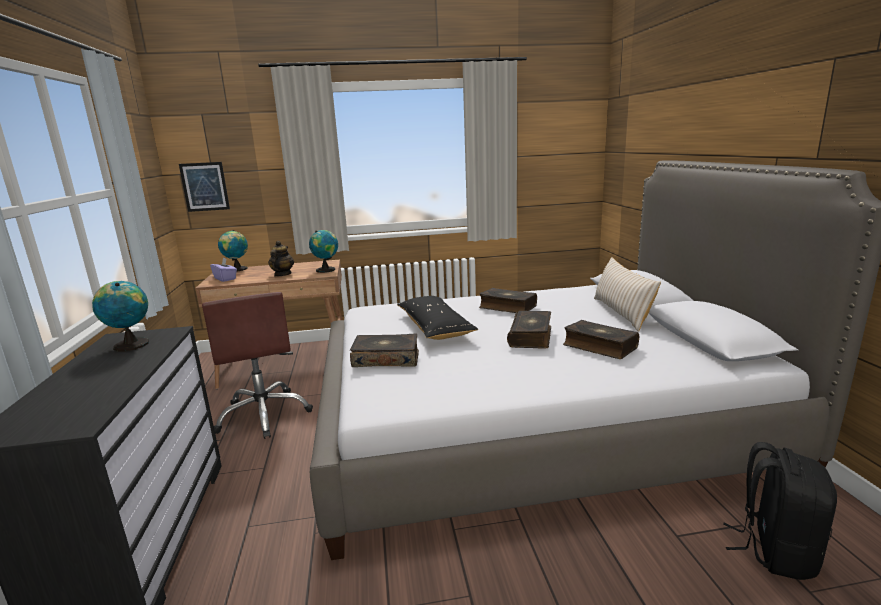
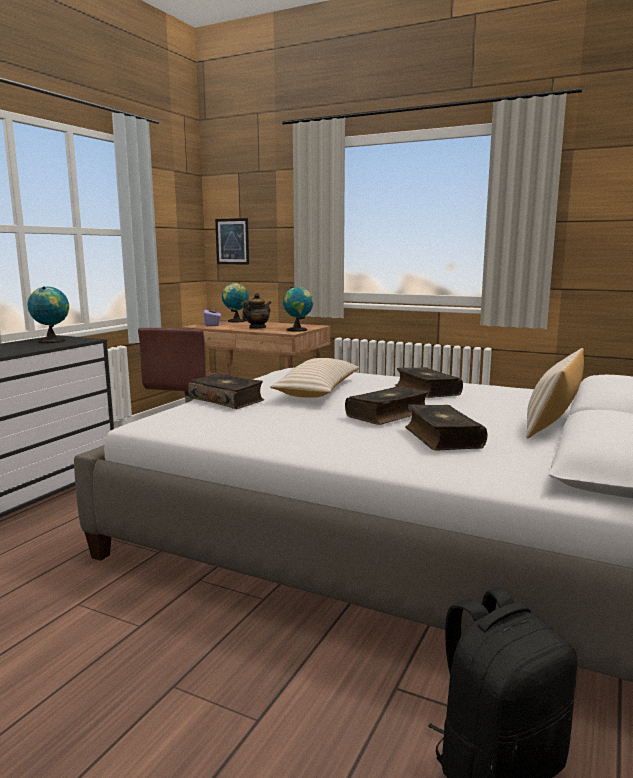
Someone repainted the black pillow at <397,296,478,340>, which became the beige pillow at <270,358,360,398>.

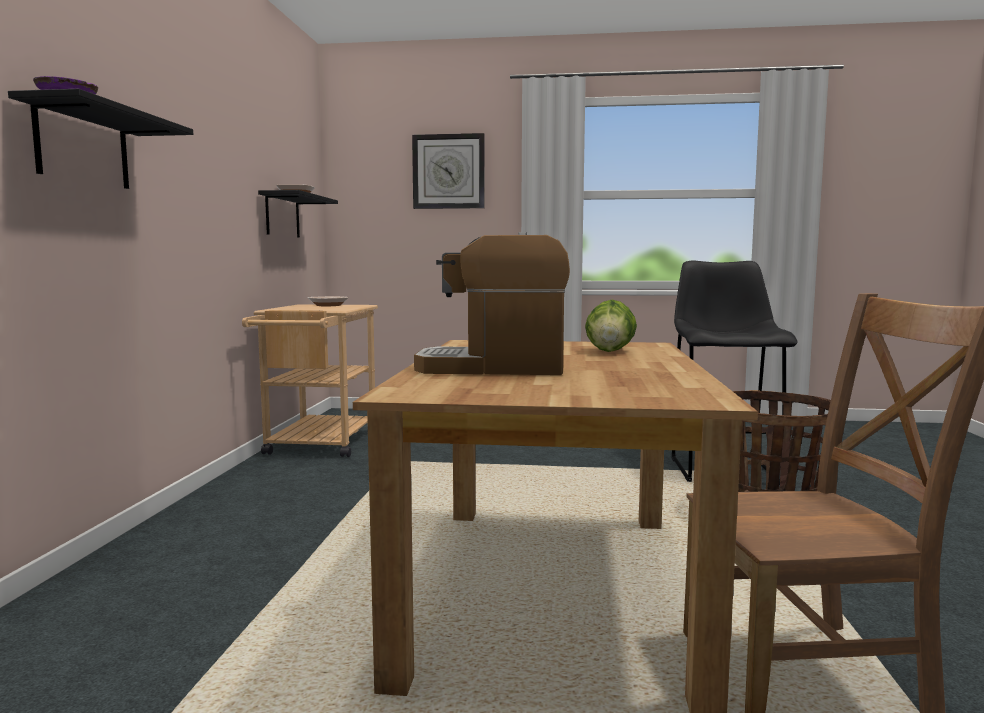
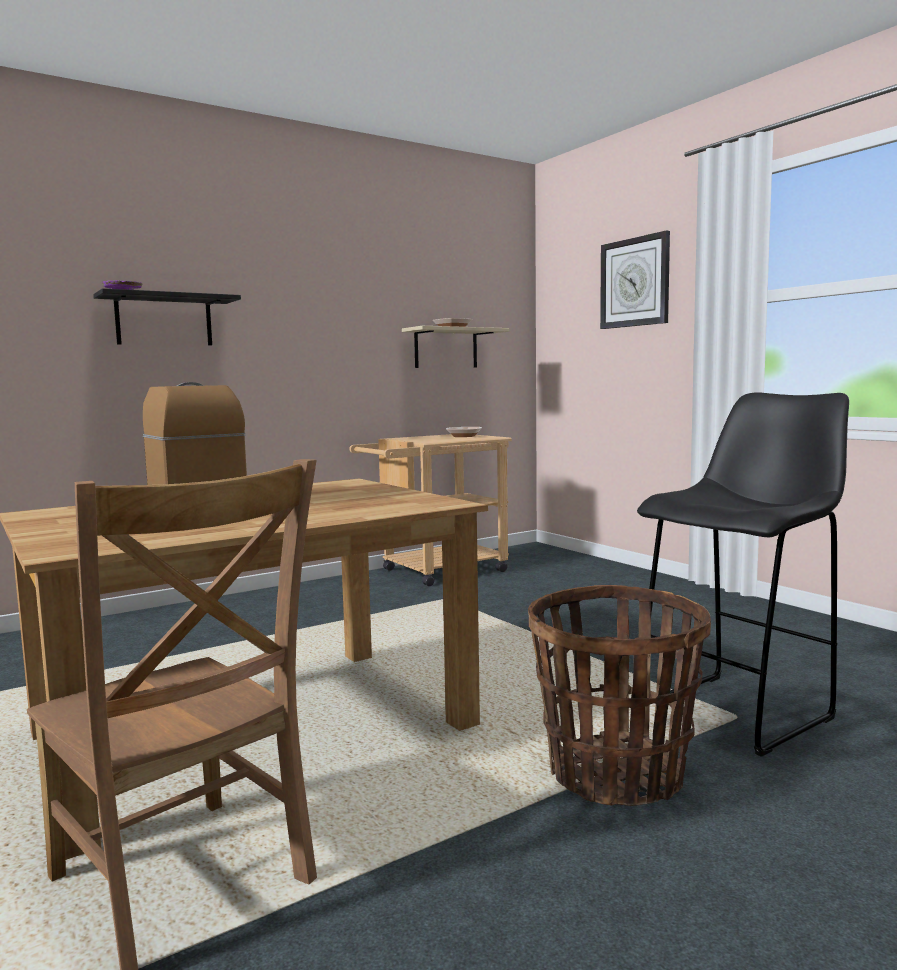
Someone repainted the black shelf at <258,190,338,237>, which became the beige shelf at <402,326,509,368>.
Someone took away the lettuce at <585,300,637,352>.

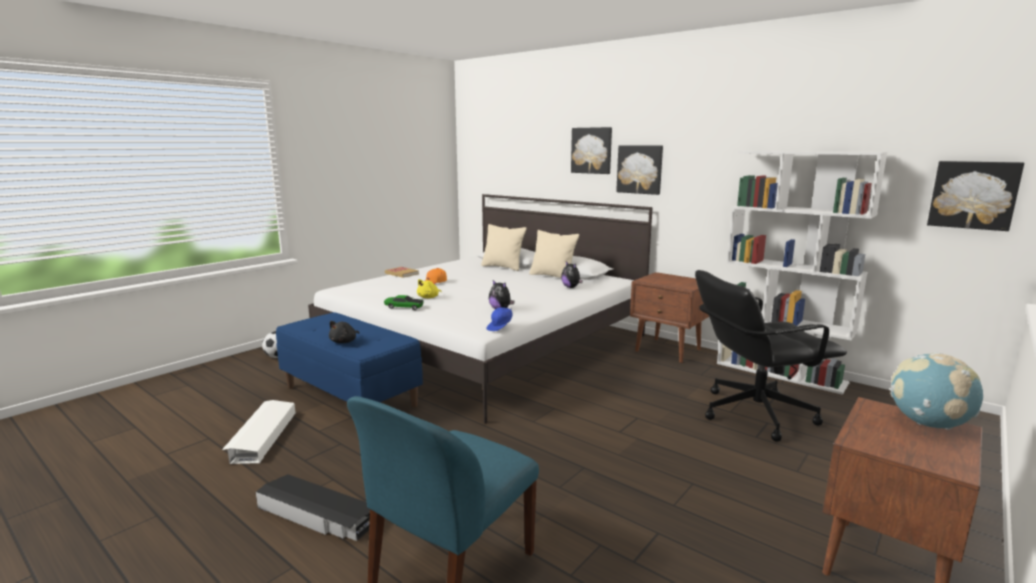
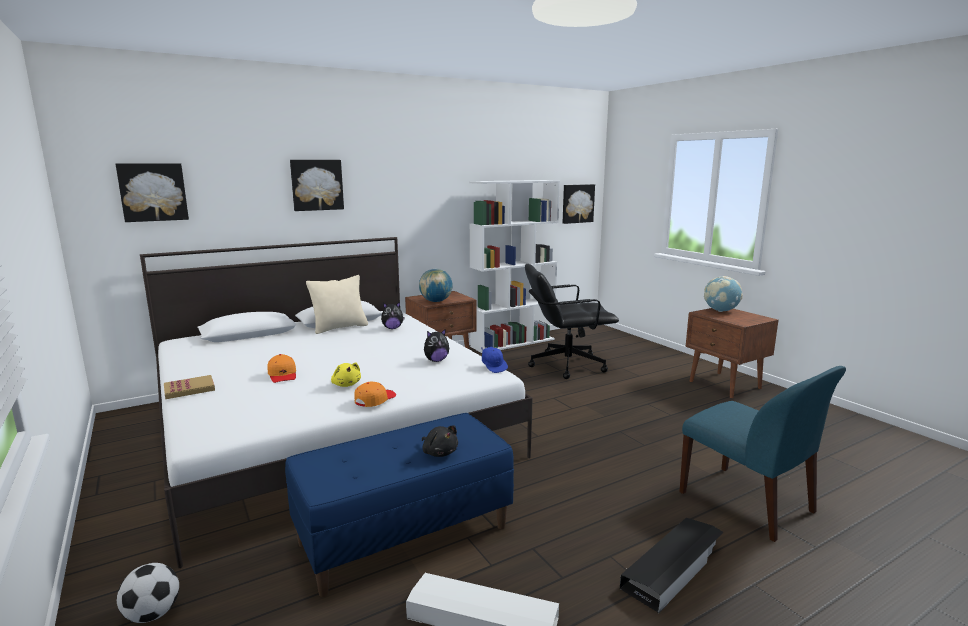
Someone carried the picture from <616,145,663,195> to <115,163,189,222>.
Someone took away the beige pillow at <481,224,527,271>.
Someone rotated the black office chair at <695,270,847,442> by 75 degrees clockwise.
Someone swapped the toy car at <384,295,424,310> for the orange cap at <355,382,396,407>.
Someone put down the globe at <419,269,453,302>.

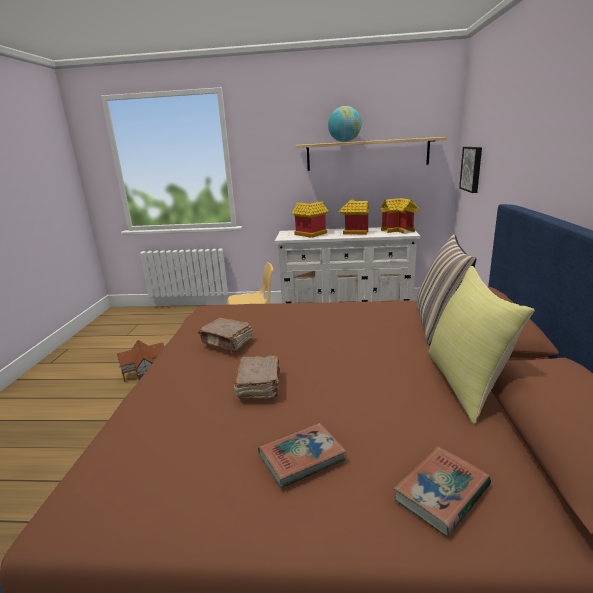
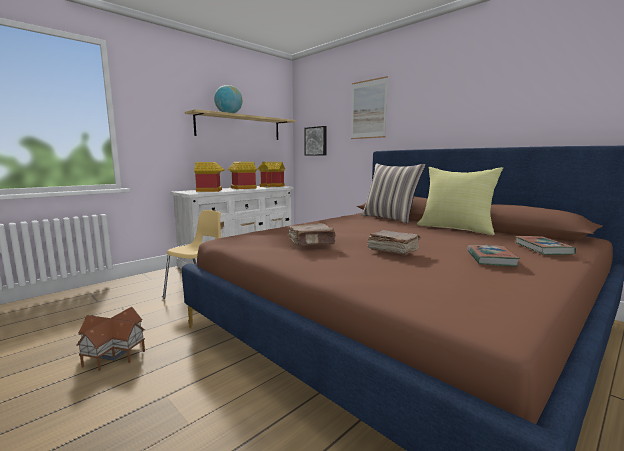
Someone put up the picture at <351,76,388,139>.

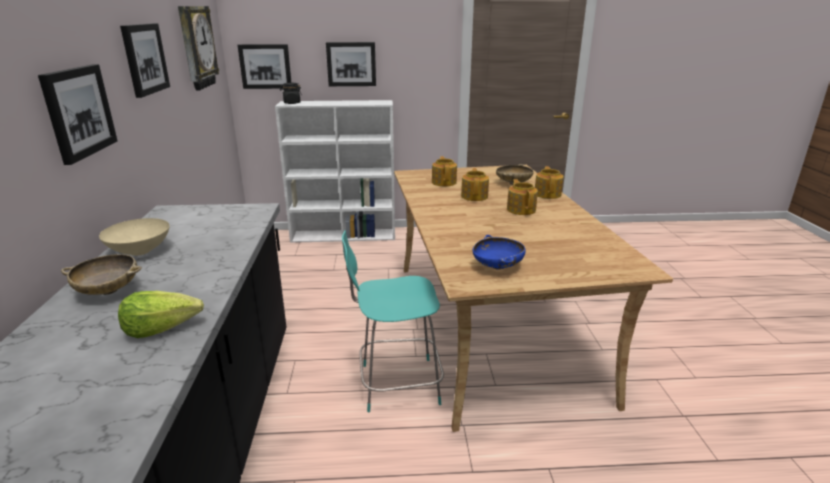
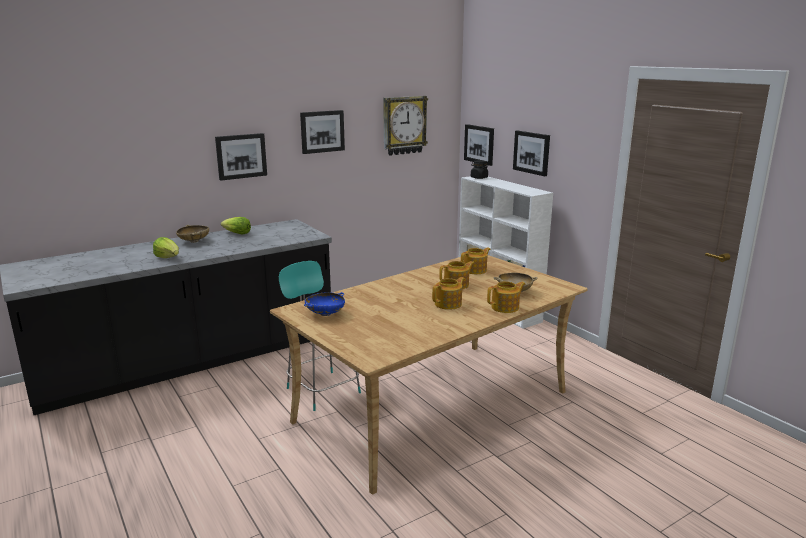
Someone swapped the beige bowl at <99,218,170,256> for the lettuce at <221,217,251,234>.

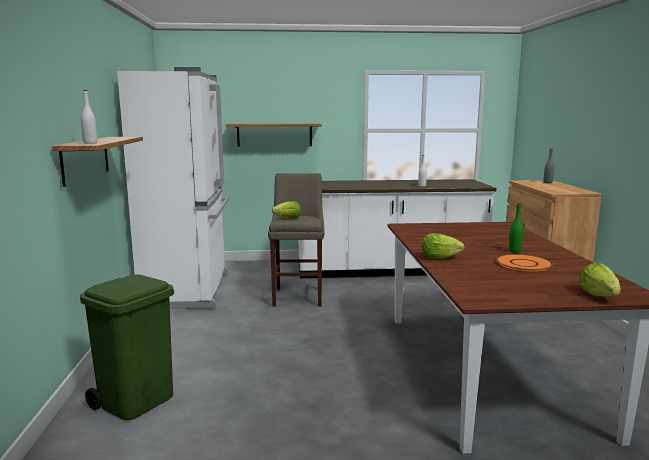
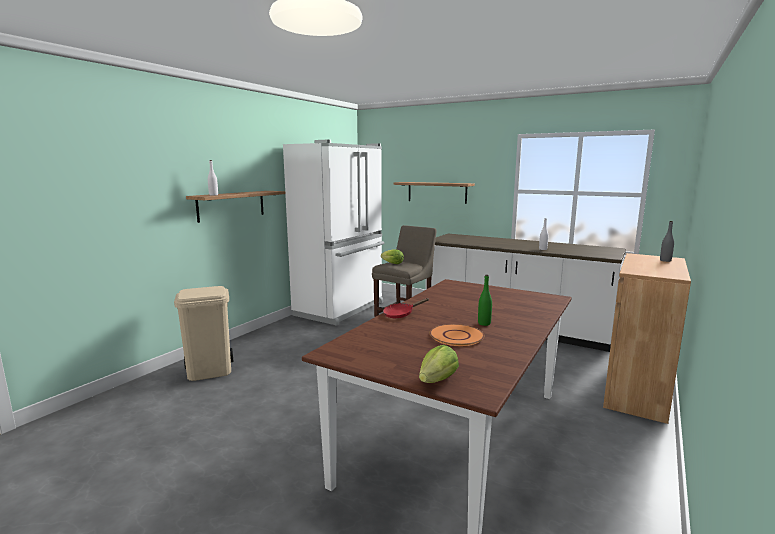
Someone swapped the lettuce at <422,233,464,259> for the red frying pan at <383,298,429,318>.
Someone repainted the green trash can at <80,275,174,420>, which became the beige trash can at <174,286,233,381>.

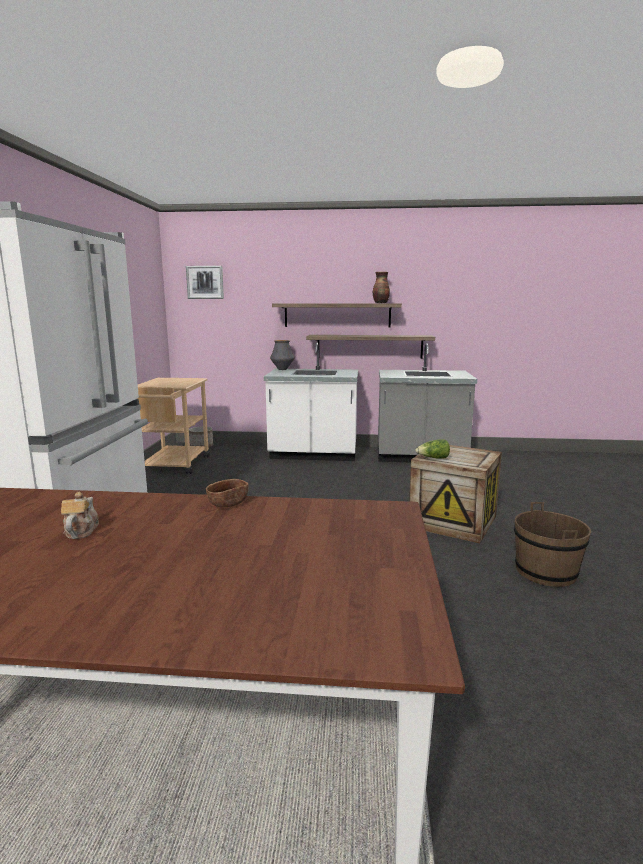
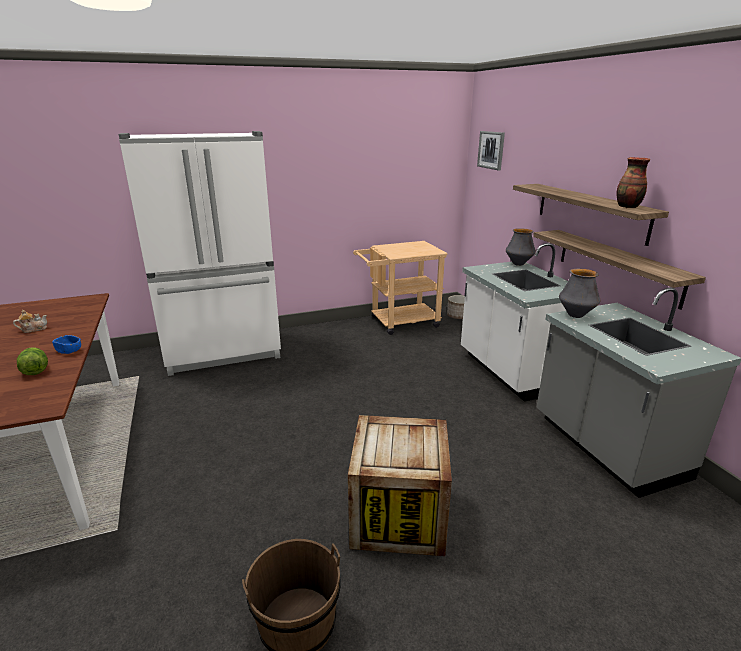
Someone carried the lettuce from <415,439,450,459> to <17,347,48,375>.
Someone repainted the brown bowl at <206,479,249,507>, which became the blue bowl at <52,335,81,354>.
Someone put down the vase at <559,269,600,318>.

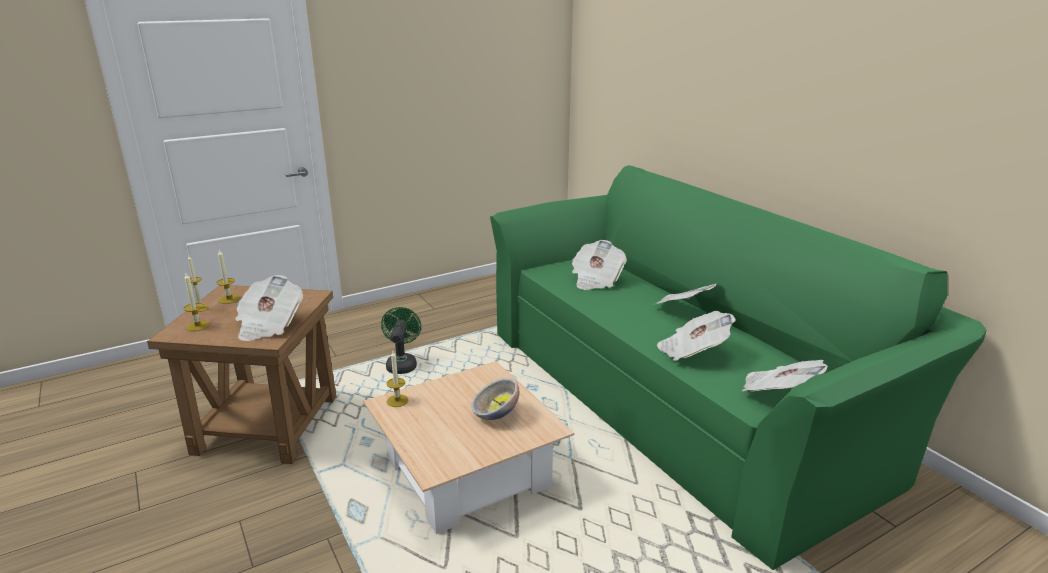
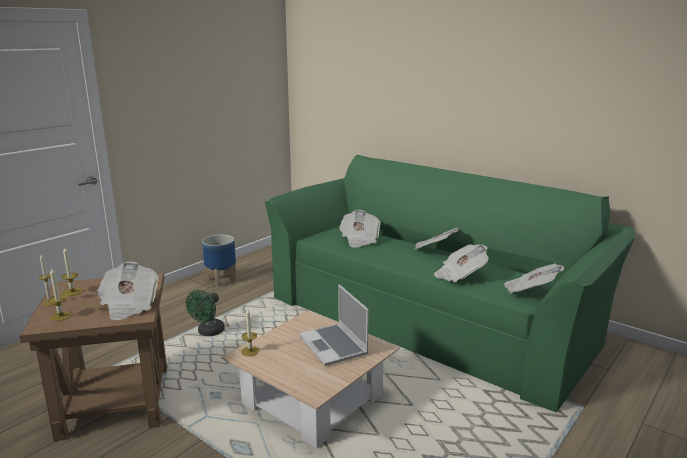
Someone rotated the green fan at <381,307,421,374> by 135 degrees counterclockwise.
Someone swapped the bowl at <471,378,519,420> for the laptop at <299,284,369,366>.
Someone put down the planter at <202,234,237,287>.

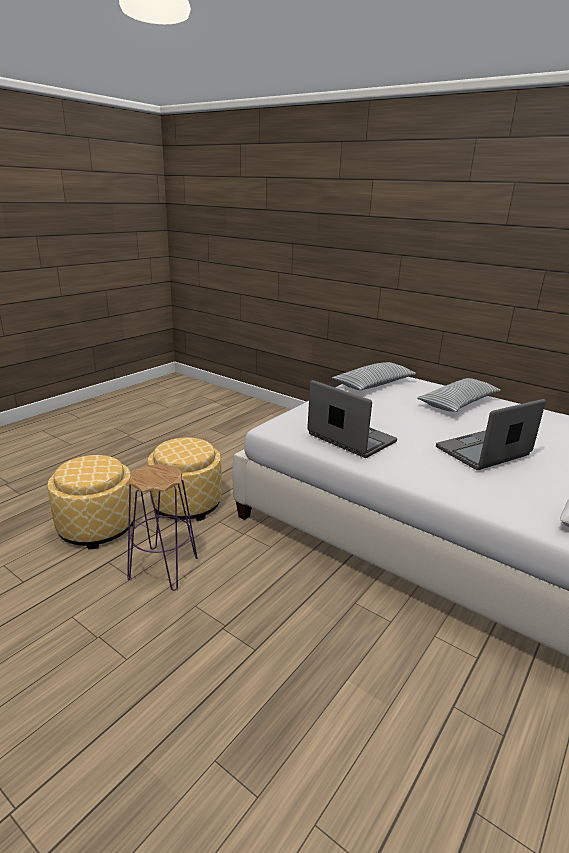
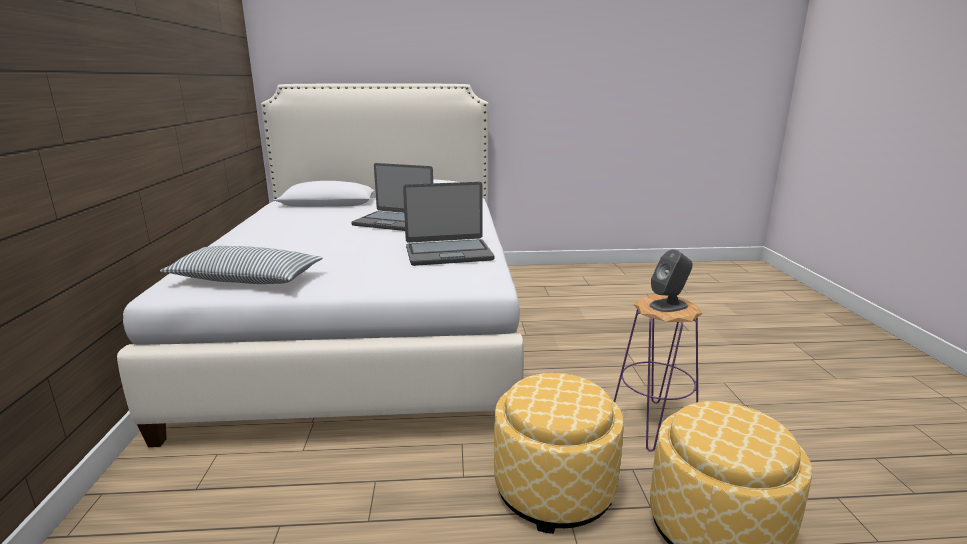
Someone took away the pillow at <417,378,501,412>.
Someone rotated the laptop at <307,380,397,458> by 105 degrees counterclockwise.
Someone put down the grey speaker at <649,249,693,312>.

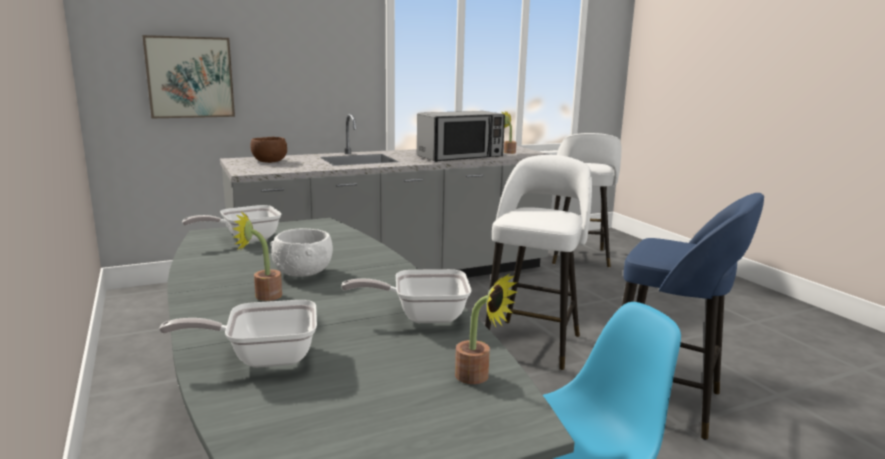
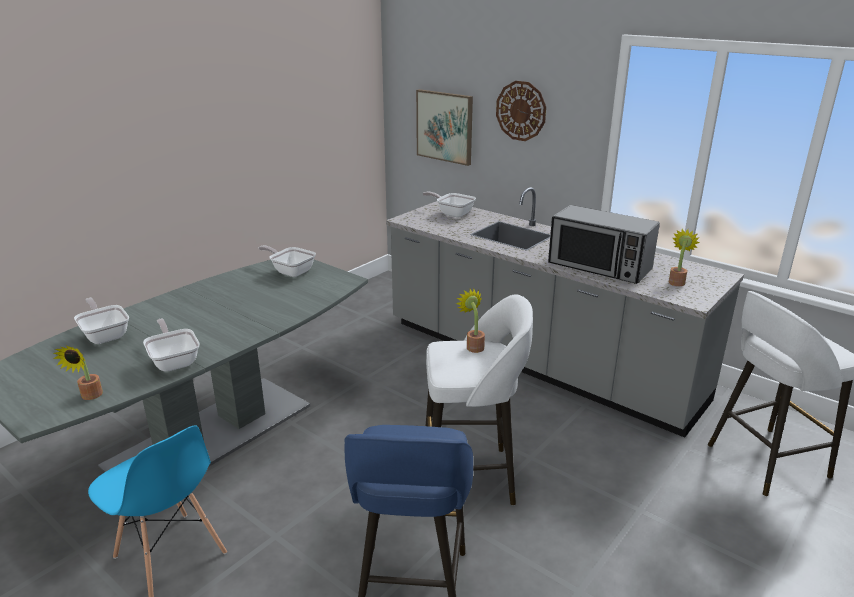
Someone swapped the brown bowl at <250,137,287,163> for the frying pan at <423,192,476,218>.
Someone carried the potted plant from <233,211,282,301> to <456,289,485,353>.
Someone took away the white bowl at <271,229,333,277>.
Someone put up the wall clock at <496,81,546,141>.

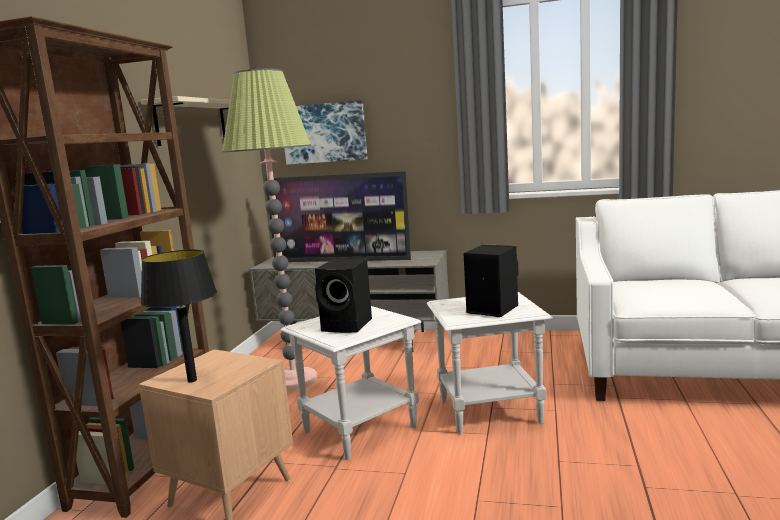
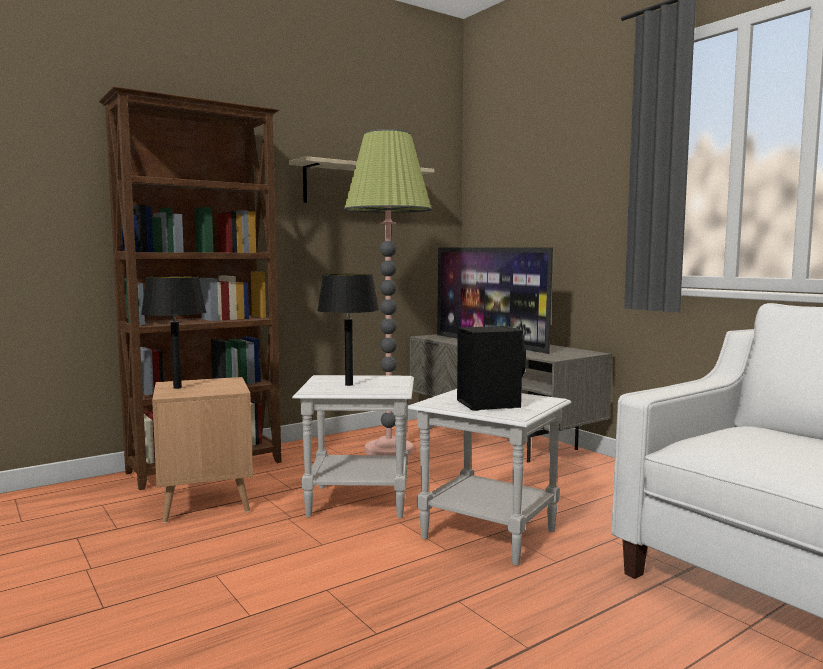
Someone took away the picture at <285,100,368,165>.
Someone swapped the black speaker at <315,259,372,333> for the black table lamp at <317,274,379,386>.

